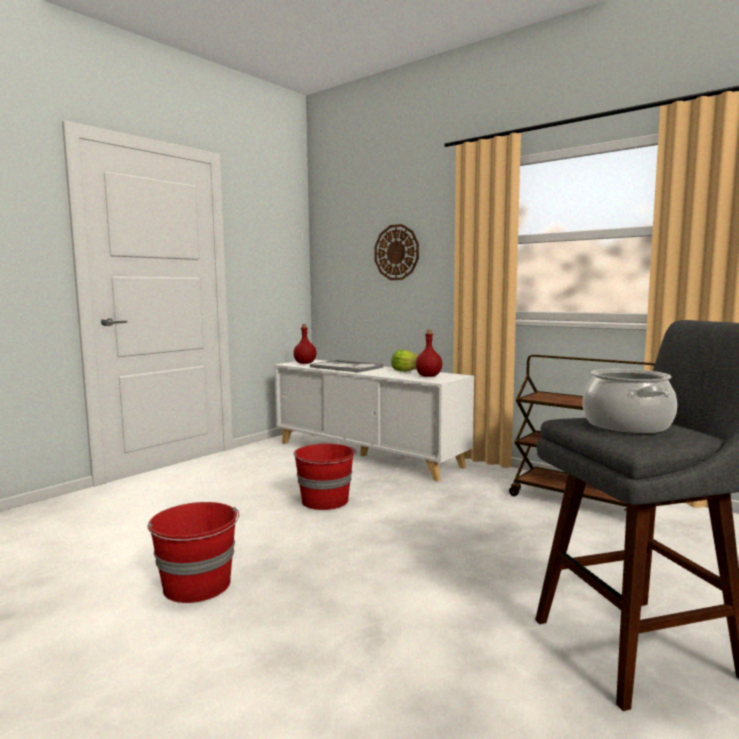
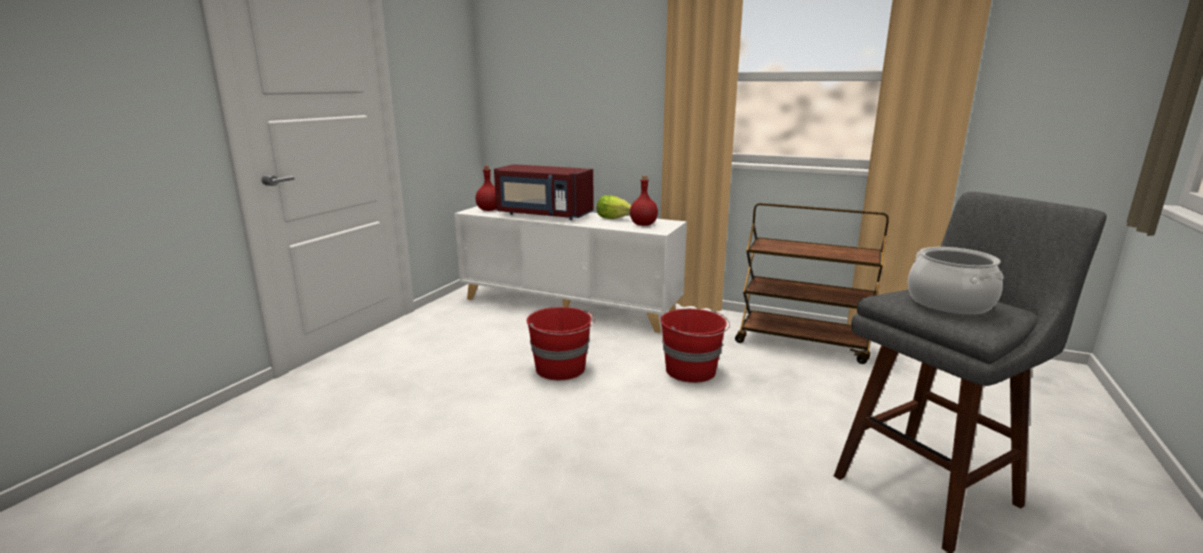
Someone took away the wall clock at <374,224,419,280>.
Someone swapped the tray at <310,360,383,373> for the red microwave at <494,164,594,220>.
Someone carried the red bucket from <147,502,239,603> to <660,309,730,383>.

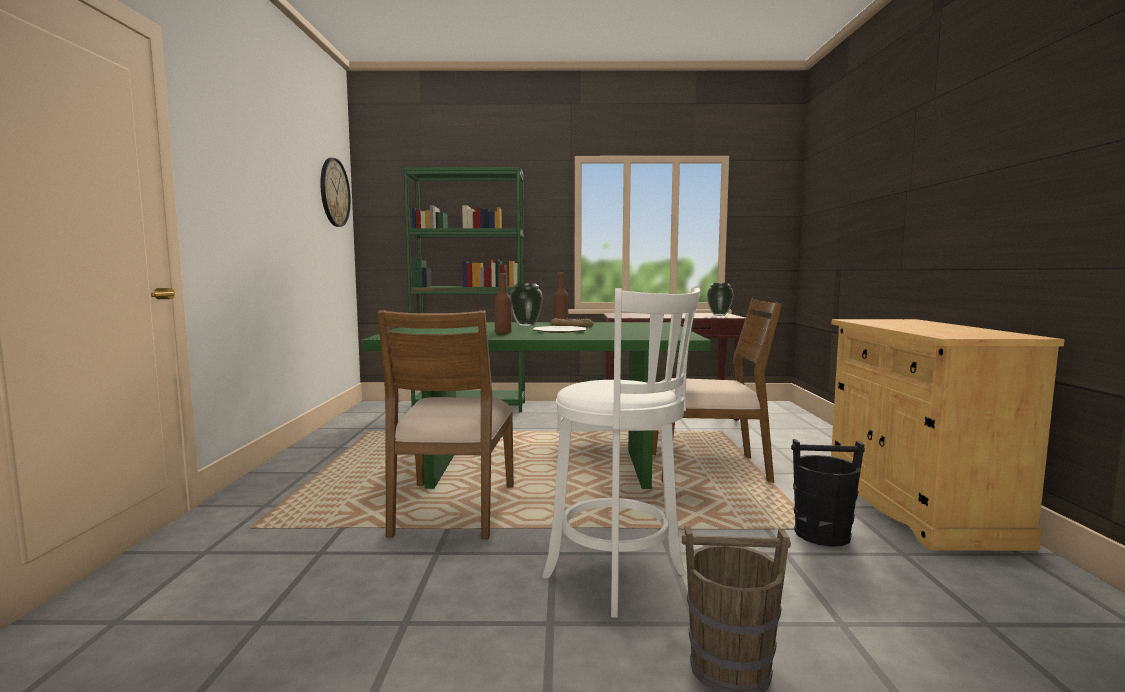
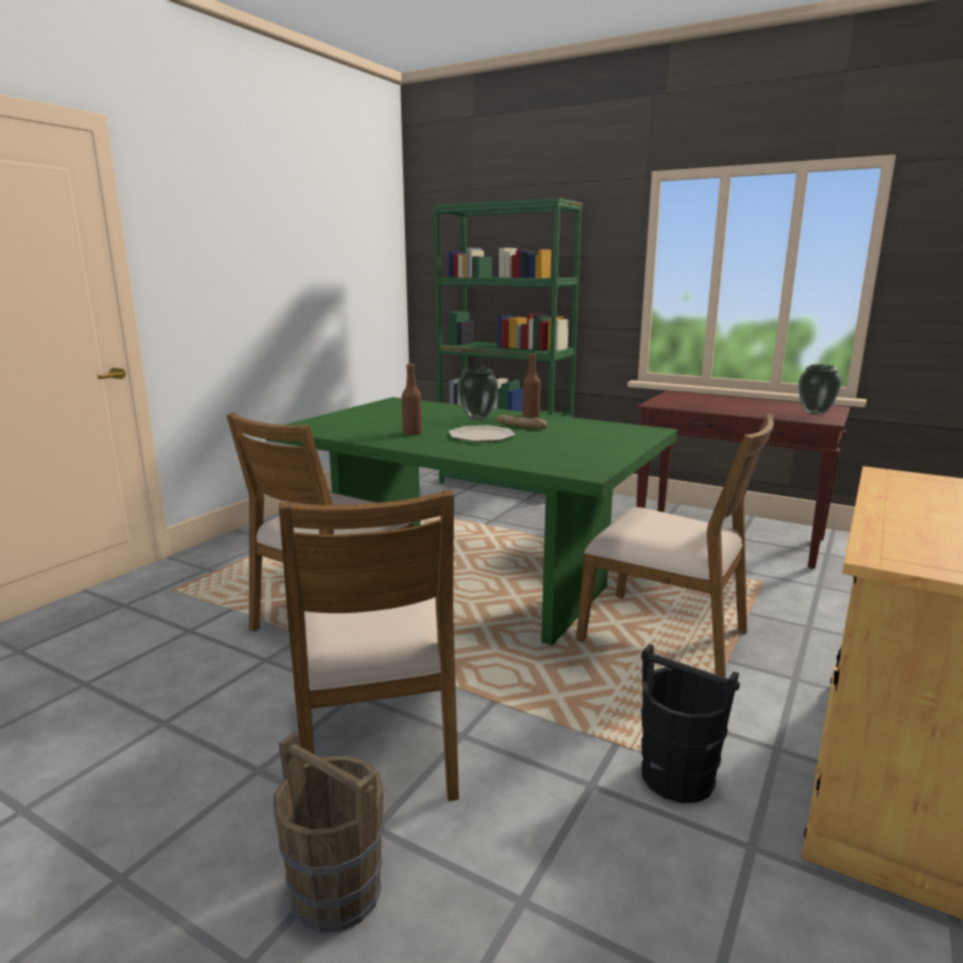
Someone took away the wall clock at <320,158,351,227>.
Someone swapped the white stool at <543,286,700,618> for the brown chair at <279,490,459,801>.

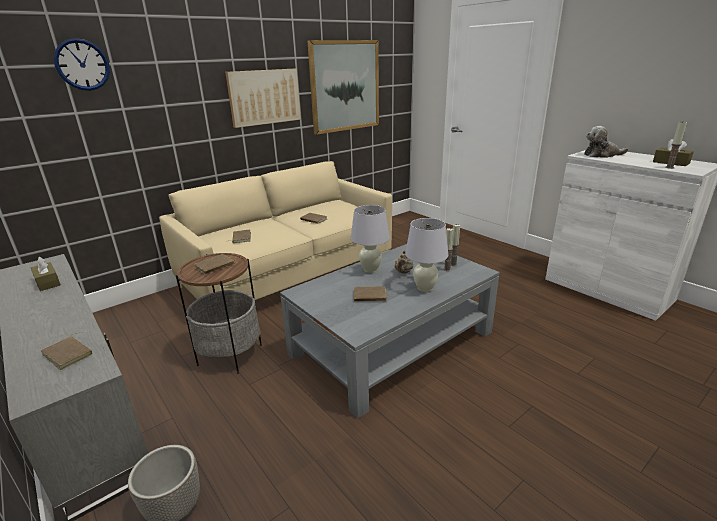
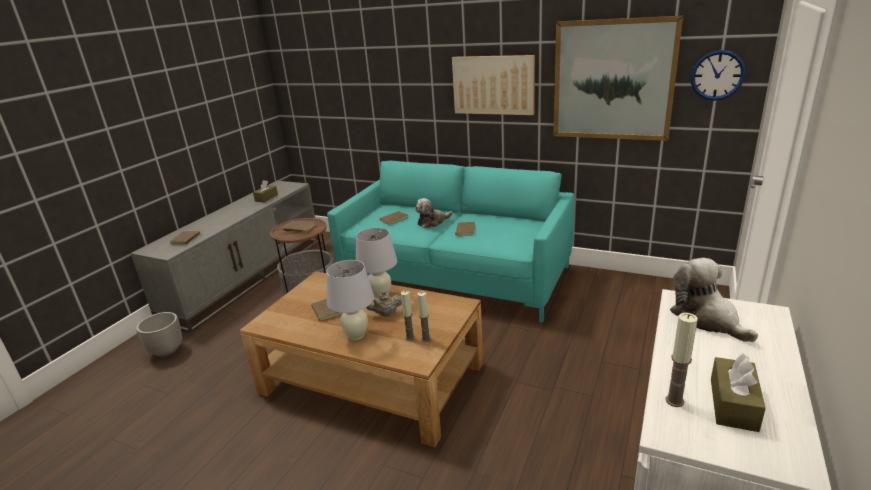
Someone carried the wall clock from <53,38,110,91> to <691,50,745,101>.
Someone repainted the beige sofa at <159,161,392,300>, which became the turquoise sofa at <327,161,575,323>.
Someone repainted the grey coffee table at <280,244,500,419>, which became the brown coffee table at <240,271,483,447>.
Someone put down the plush toy at <415,198,453,228>.

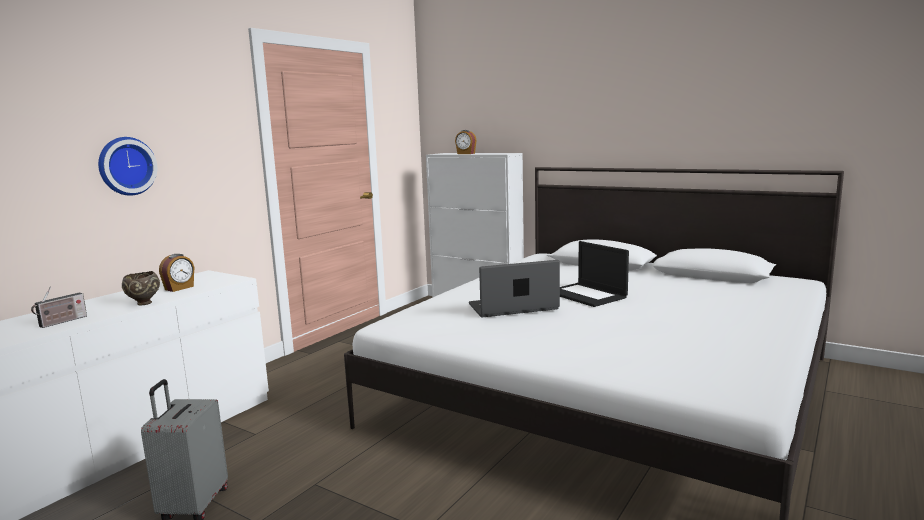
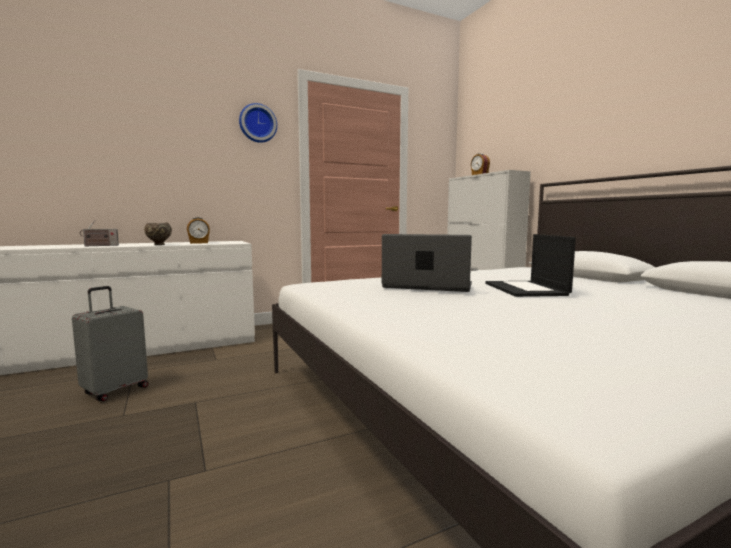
Someone carried the wall clock from <98,137,157,196> to <239,103,277,143>.

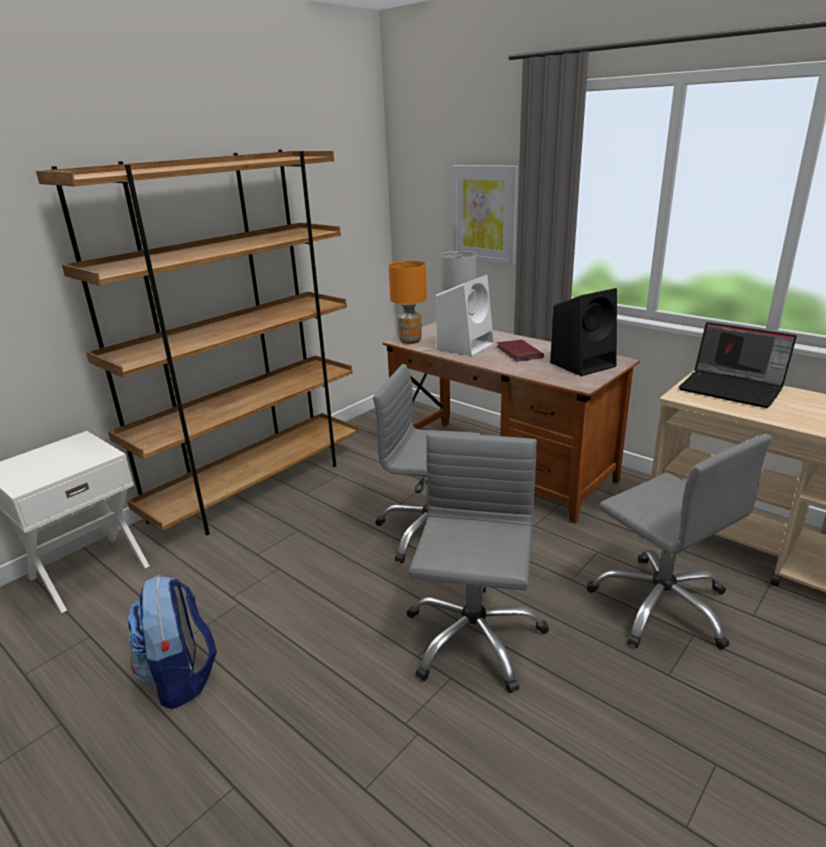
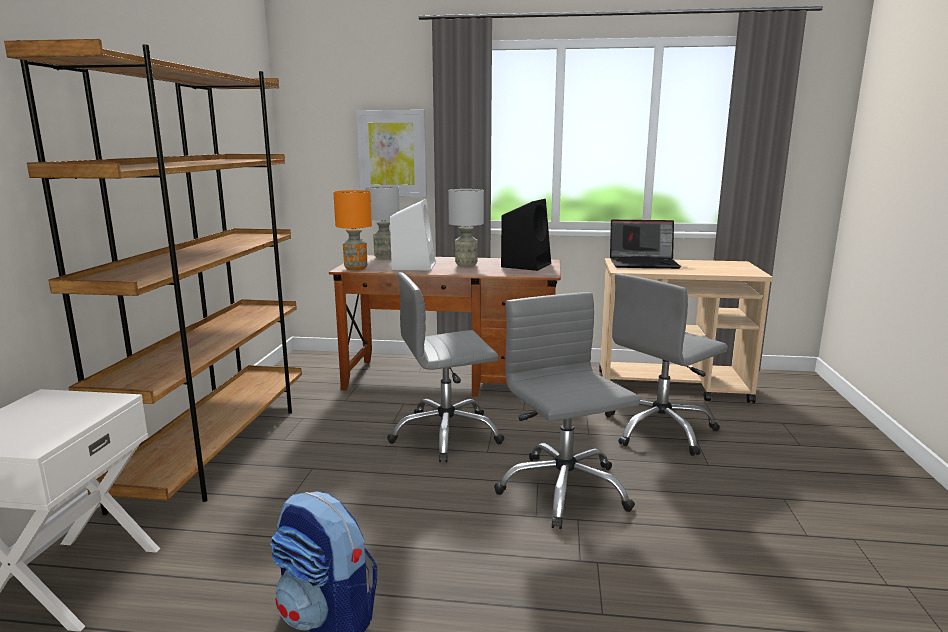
Someone swapped the red book at <496,340,544,362> for the grey table lamp at <448,189,484,267>.
Someone rotated the grey office chair at <587,434,772,650> by 120 degrees clockwise.

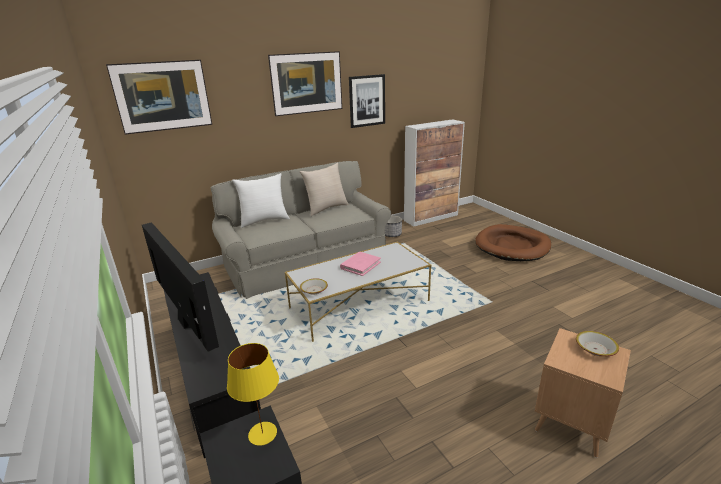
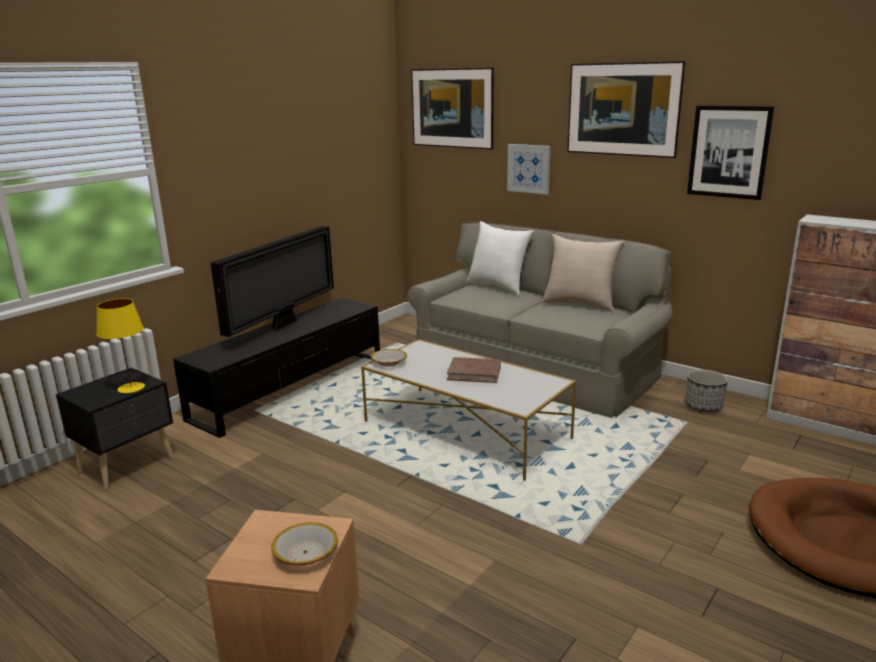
Someone repainted the pink book at <340,252,381,276>, which became the brown book at <447,357,501,383>.
Someone put up the picture at <507,144,551,195>.

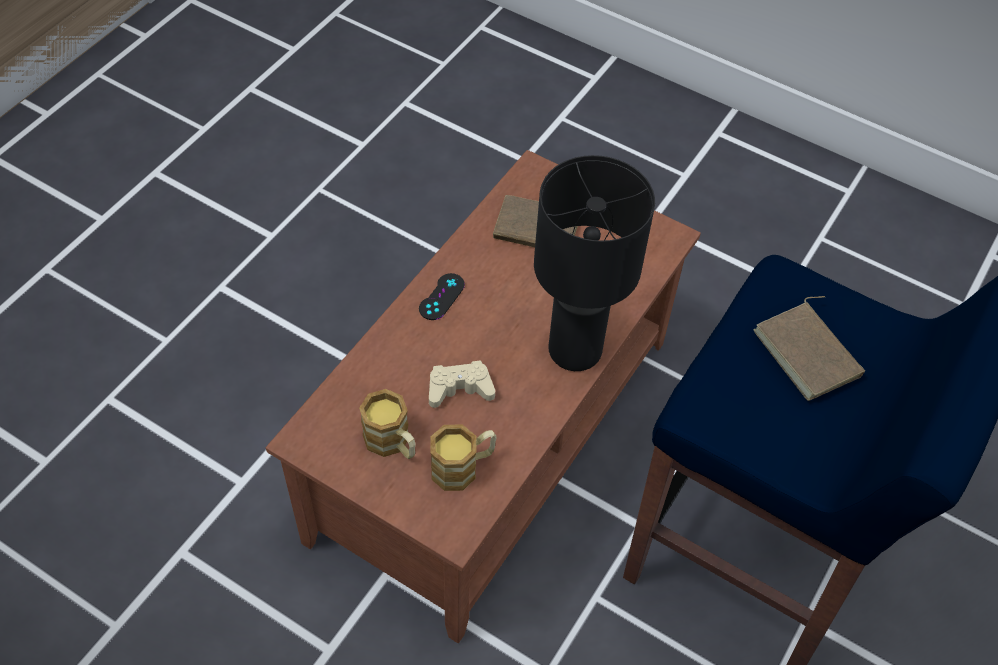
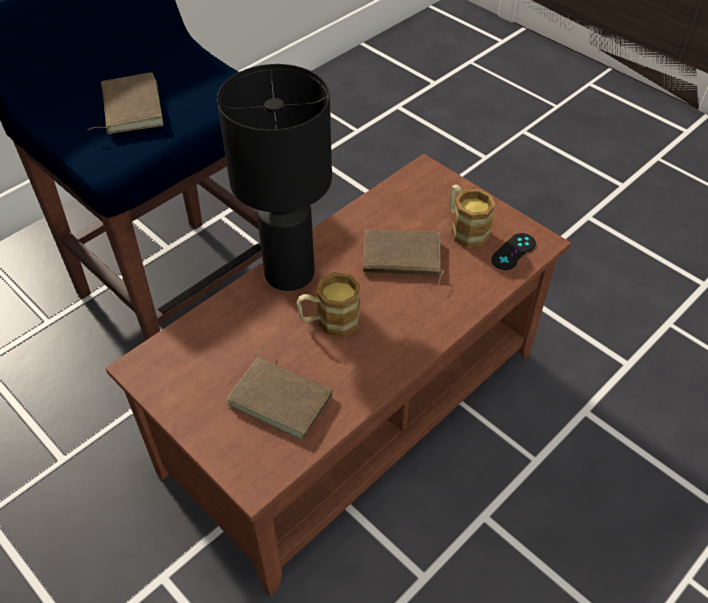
Someone carried the black game controller from <419,273,465,320> to <491,233,536,270>.
Someone swapped the beige game controller at <429,361,495,408> for the brown book at <363,230,444,285>.
Someone carried the mug from <431,425,497,491> to <297,272,361,337>.

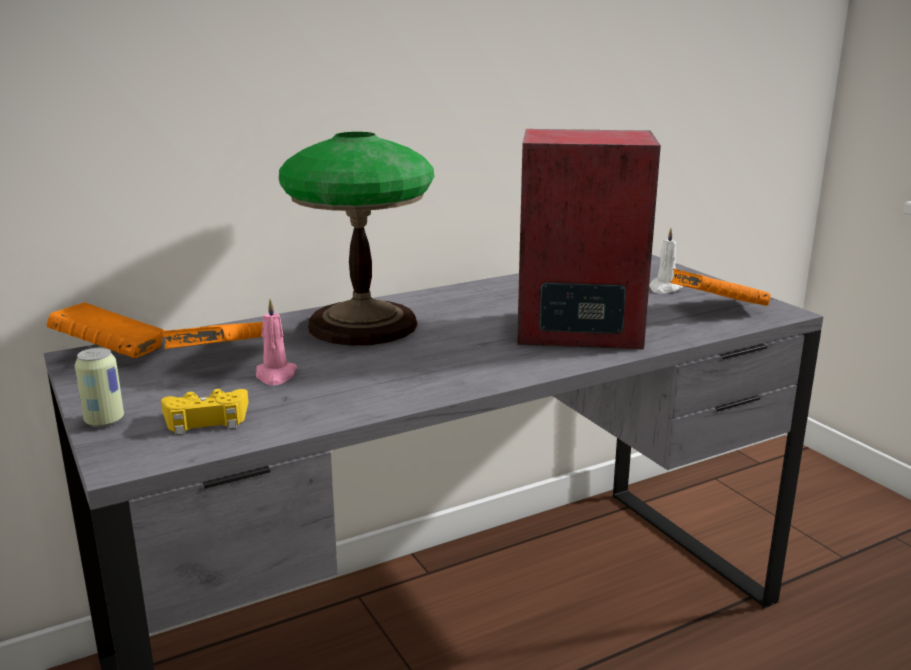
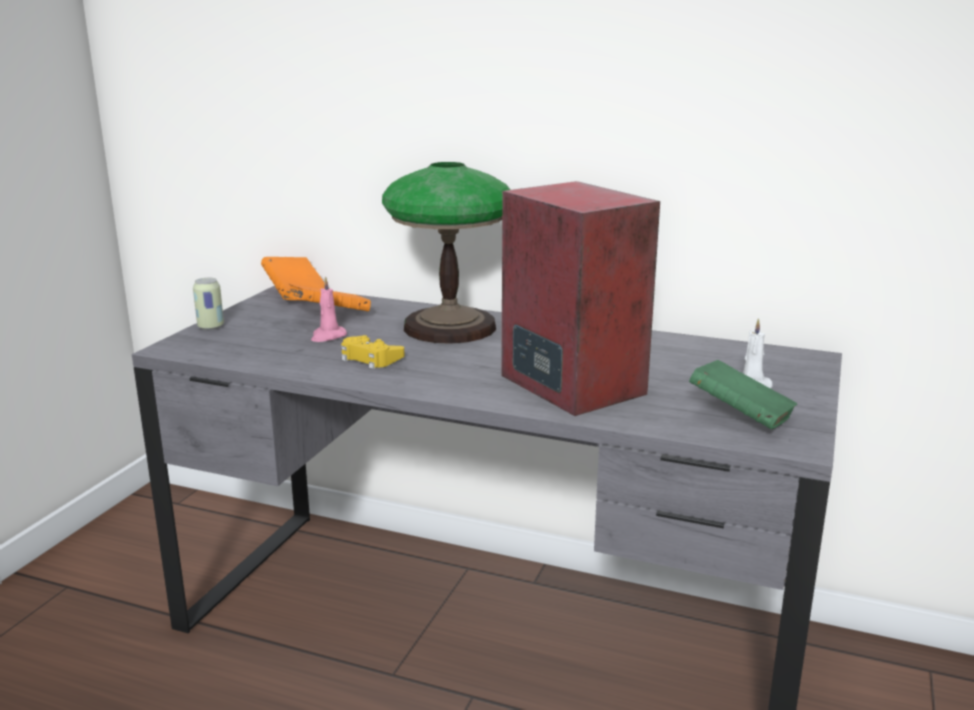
Someone repainted the orange book at <670,269,771,306>, which became the green book at <689,360,797,429>.
Someone carried the yellow game controller from <161,389,248,435> to <341,335,405,369>.

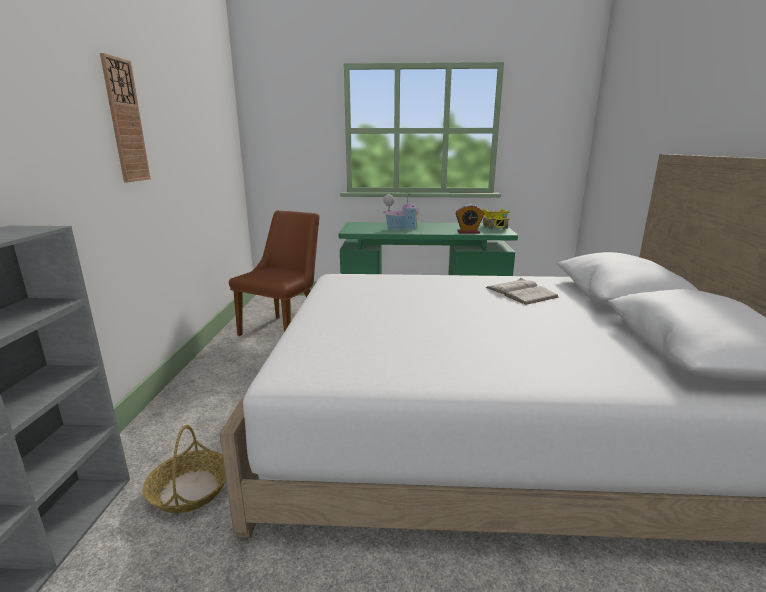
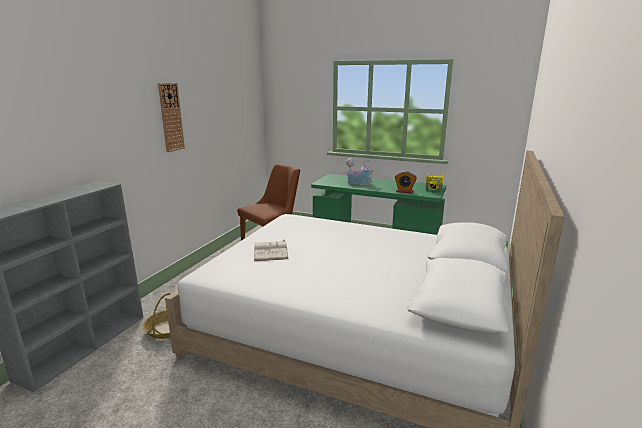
Someone carried the white book from <485,278,558,305> to <254,240,289,261>.

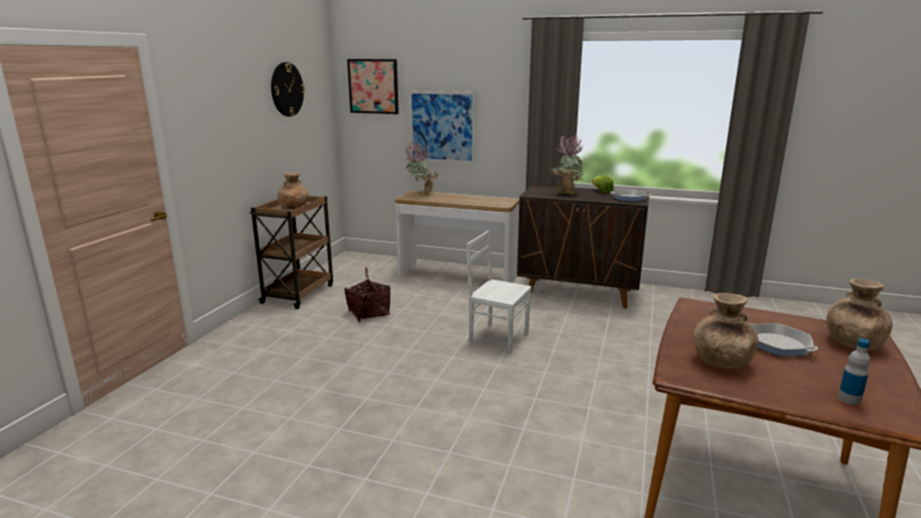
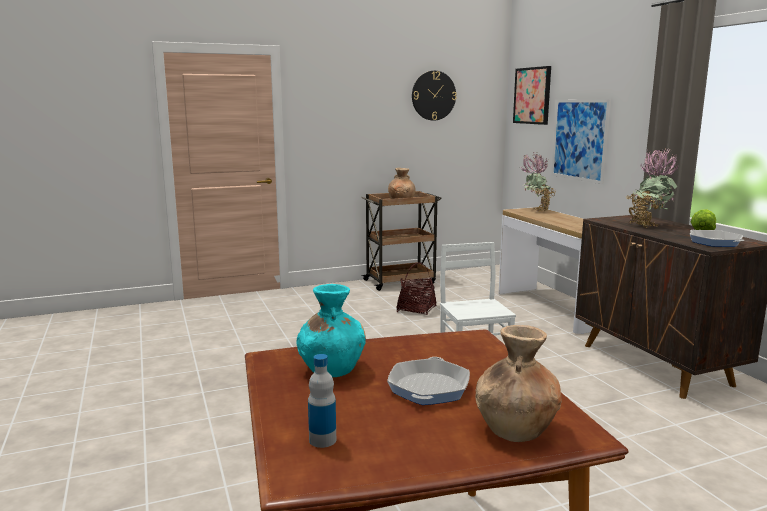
Someone repainted the brown vase at <693,293,759,369>, which became the turquoise vase at <297,284,366,377>.

